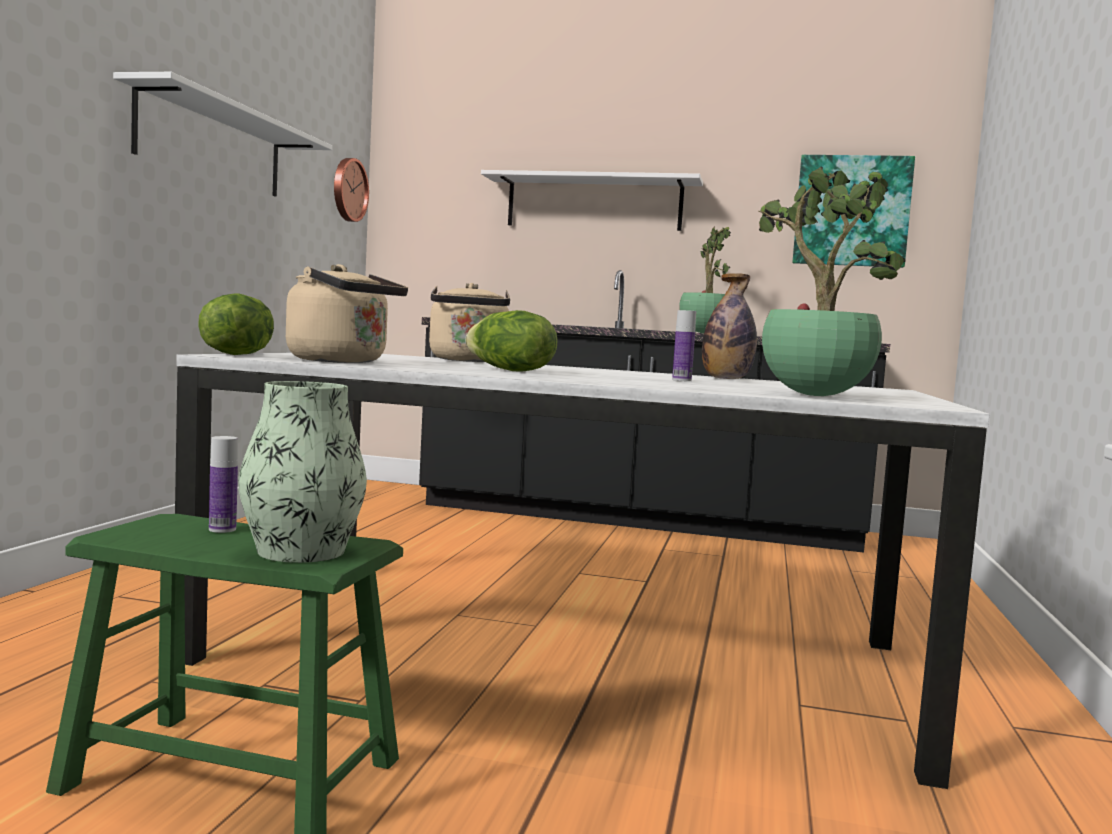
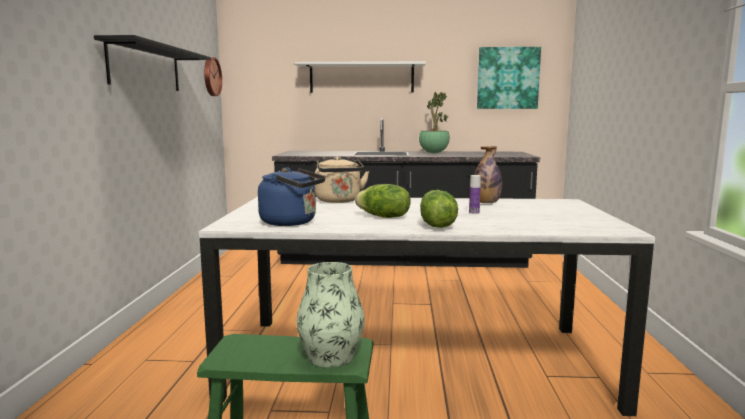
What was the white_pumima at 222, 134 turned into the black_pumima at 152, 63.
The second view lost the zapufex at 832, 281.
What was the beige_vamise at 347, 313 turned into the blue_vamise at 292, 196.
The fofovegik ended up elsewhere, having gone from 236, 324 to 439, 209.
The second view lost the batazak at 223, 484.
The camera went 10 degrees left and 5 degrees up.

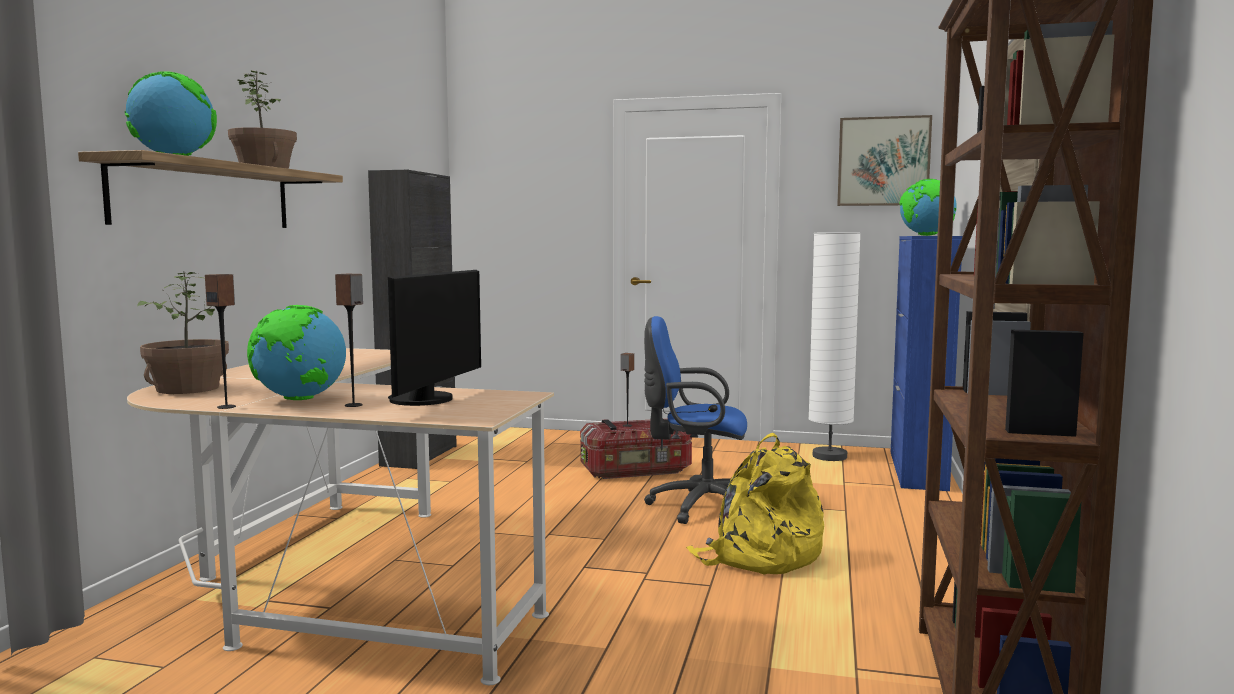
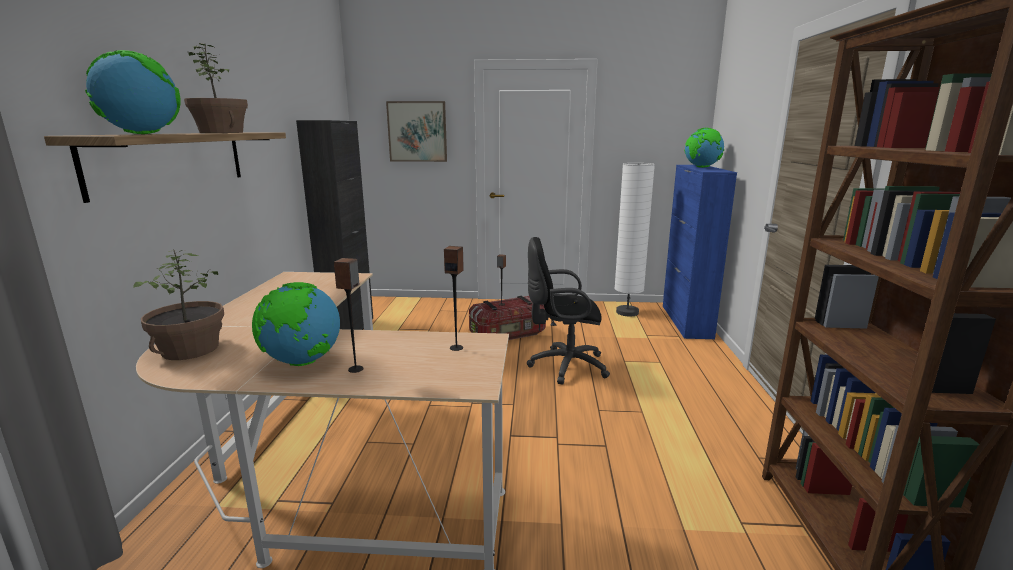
The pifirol ended up elsewhere, having gone from 884, 160 to 416, 131.
The second view lost the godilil at 434, 338.
The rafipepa ended up elsewhere, having gone from 220, 341 to 454, 298.
What was the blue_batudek at 695, 420 turned into the black_batudek at 568, 310.
The second view lost the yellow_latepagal at 755, 504.
The camera went 10 degrees left and 10 degrees up.

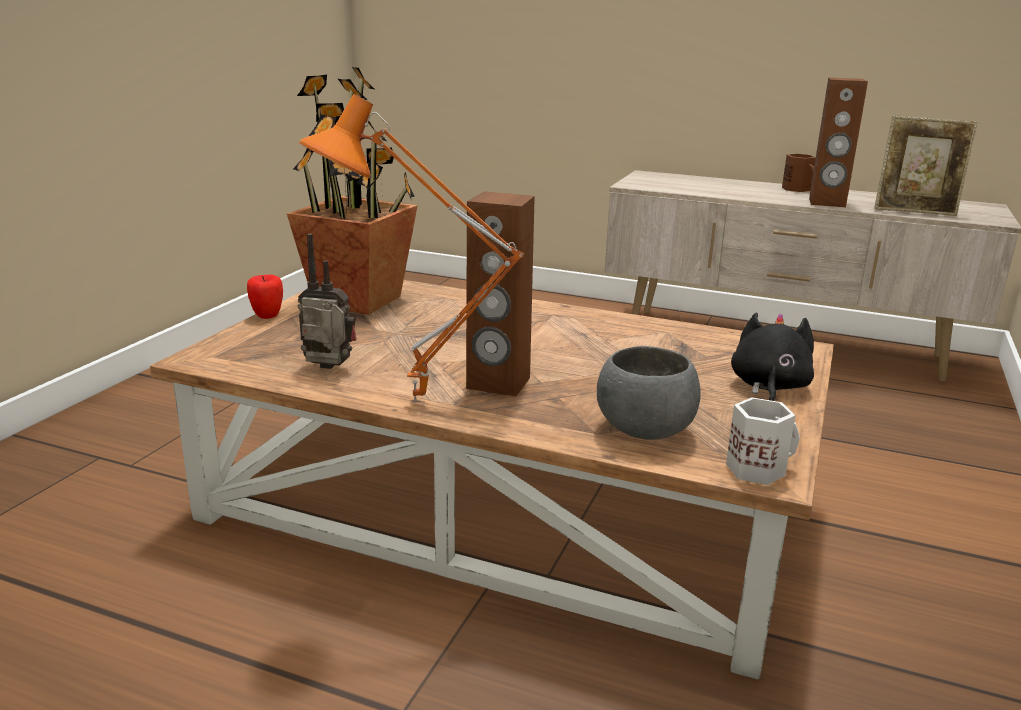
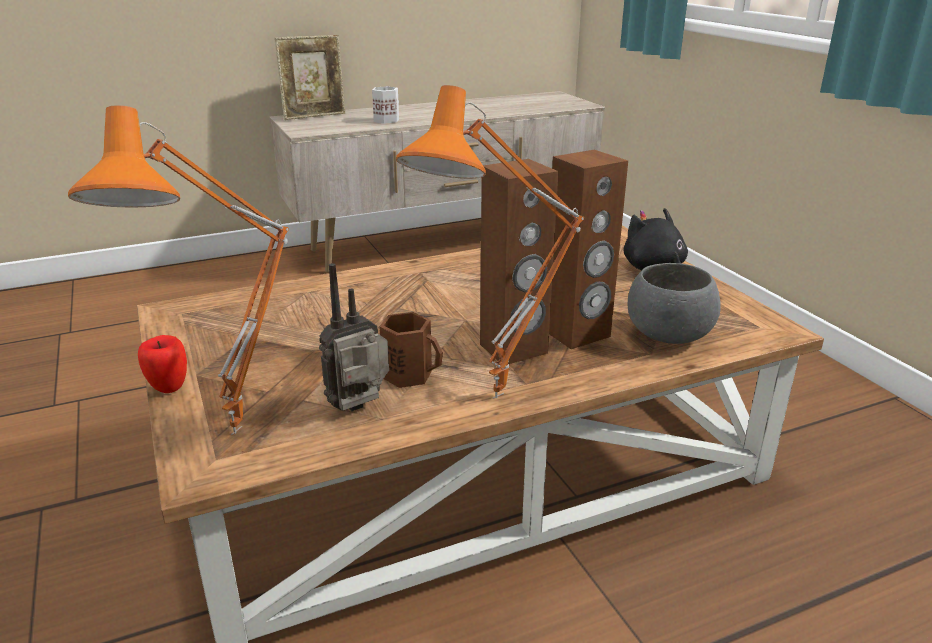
The second view lost the zapufex at 352, 191.
The brown_rafipepa ended up elsewhere, having gone from 838, 142 to 588, 249.
The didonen ended up elsewhere, having gone from 926, 165 to 309, 77.
The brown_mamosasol ended up elsewhere, having gone from 799, 173 to 411, 350.
The white_mamosasol ended up elsewhere, having gone from 763, 441 to 385, 105.
The second view gained the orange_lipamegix at 178, 270.
The camera went 45 degrees left and 5 degrees up.

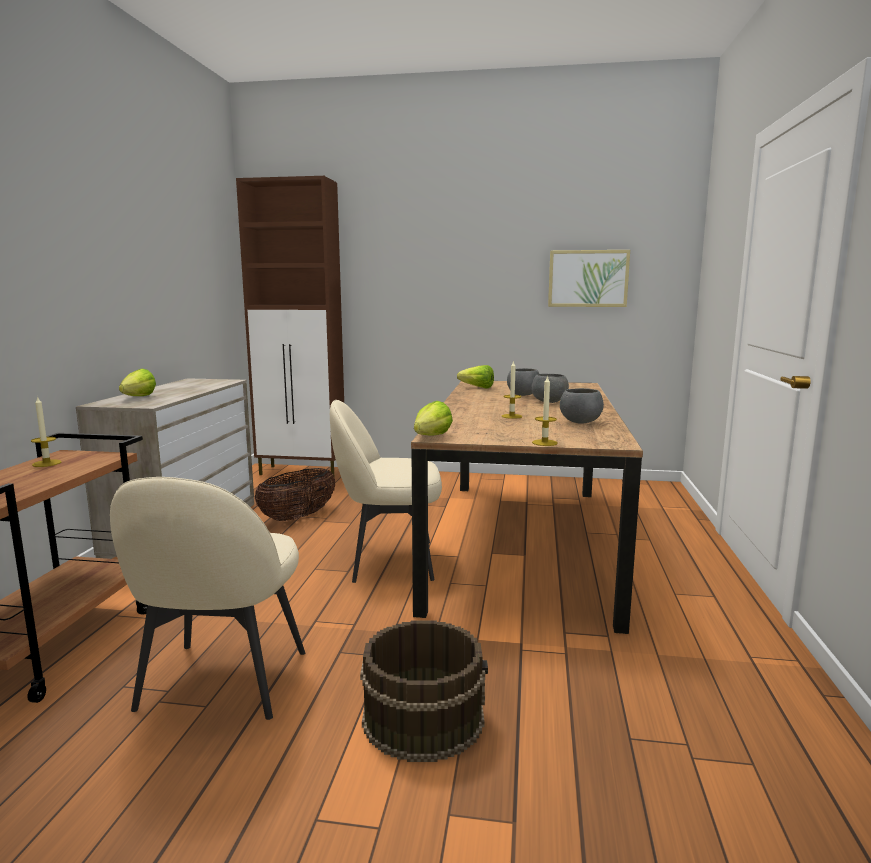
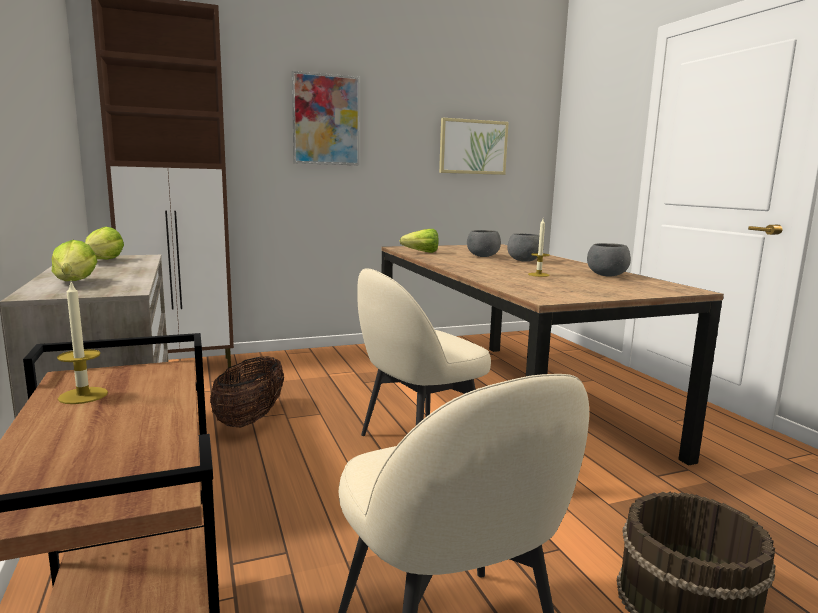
The second view lost the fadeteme at 545, 410.
The fofovegik ended up elsewhere, having gone from 433, 418 to 104, 243.
The second view gained the pifirol at 326, 118.
The camera went 30 degrees left and 0 degrees up.

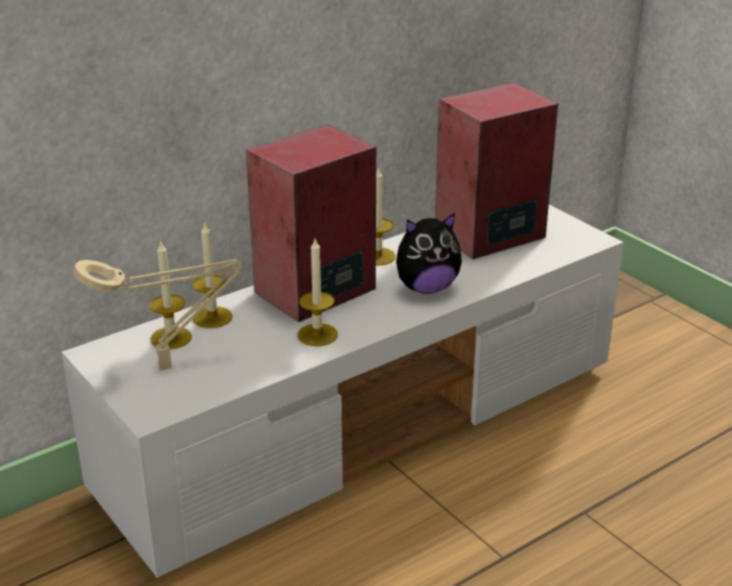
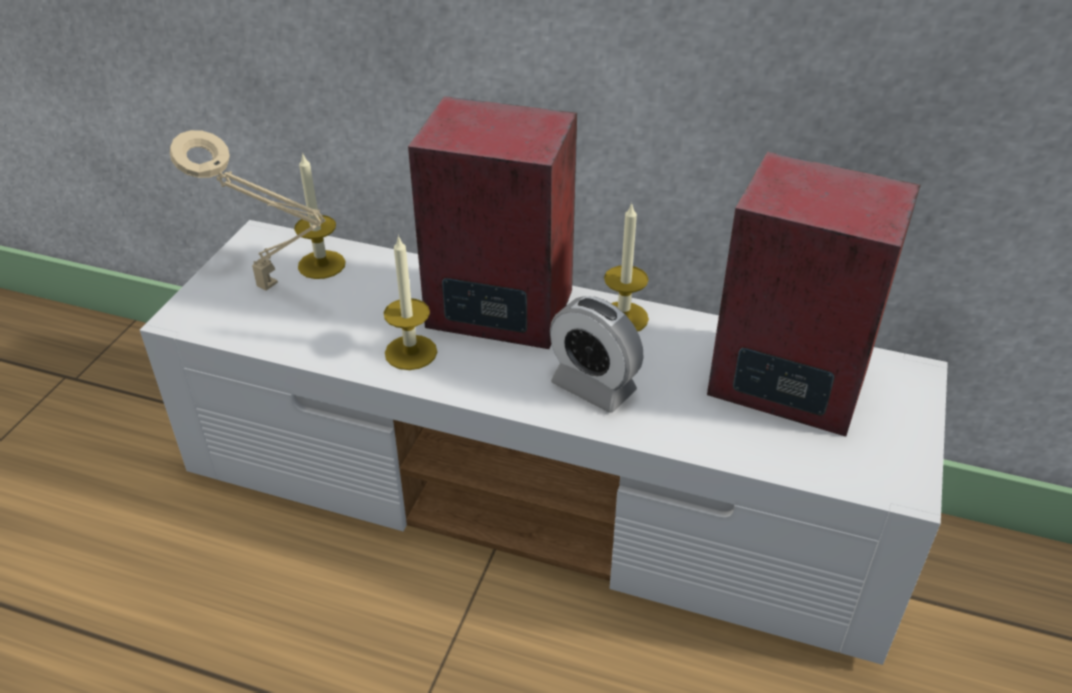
Where the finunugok stood at 429, 253, the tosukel came to stand at 597, 354.
The second view lost the fadeteme at 212, 274.
The camera went 55 degrees right and 10 degrees up.

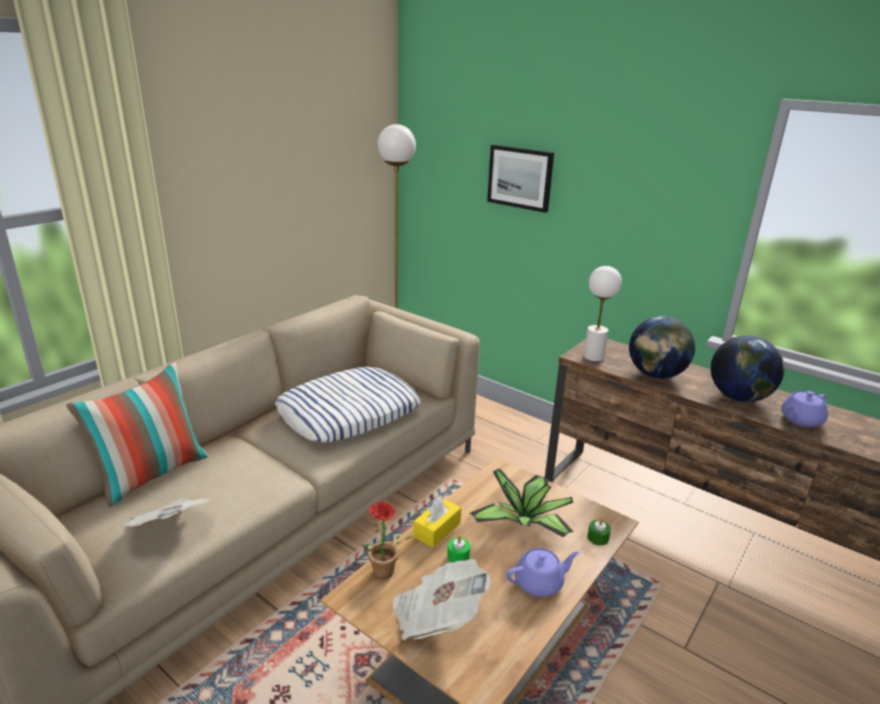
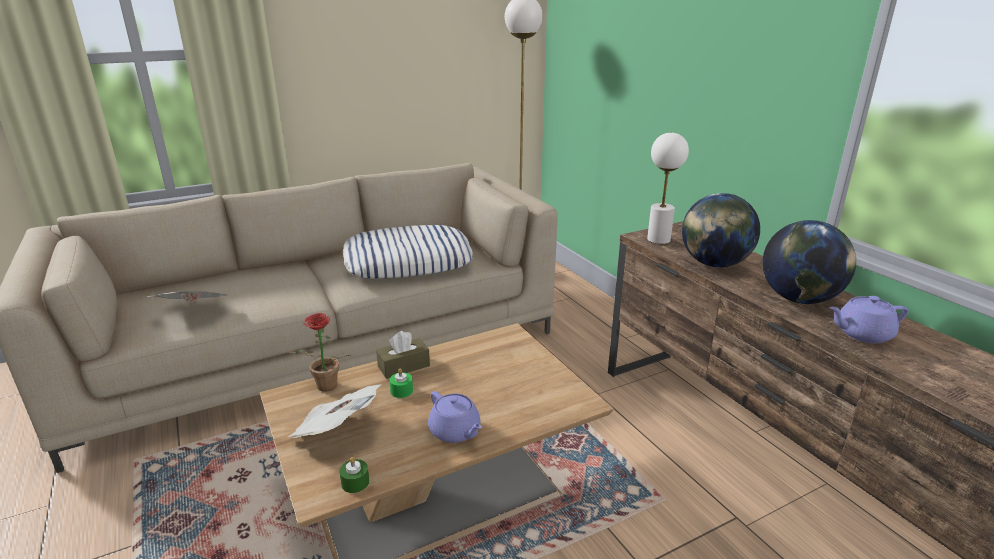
The second view lost the pifirol at 520, 179.
The second view lost the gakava at 137, 434.
The second view lost the zapufex at 522, 503.
What was the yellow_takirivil at 437, 522 turned into the brown_takirivil at 403, 355.
The green_fadeteme ended up elsewhere, having gone from 599, 532 to 354, 475.
The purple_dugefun at 542, 572 ended up facing another way, 45 degrees clockwise from before.
The camera went 25 degrees right and 0 degrees up.

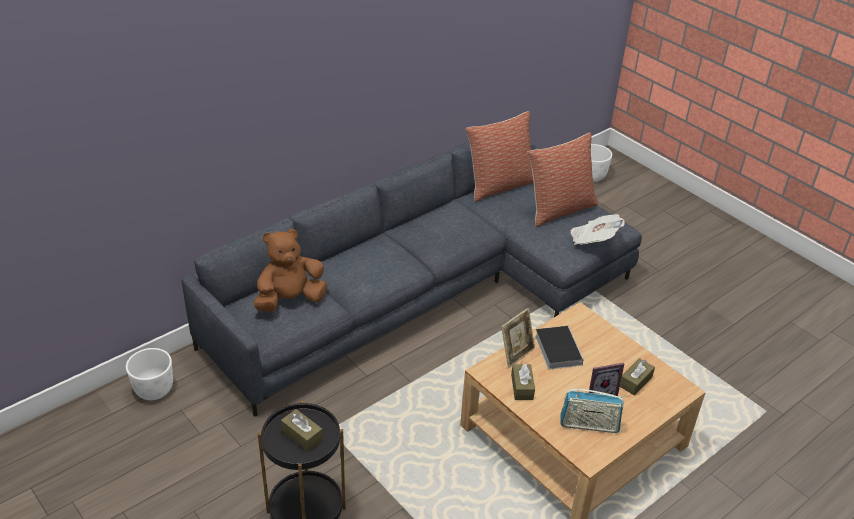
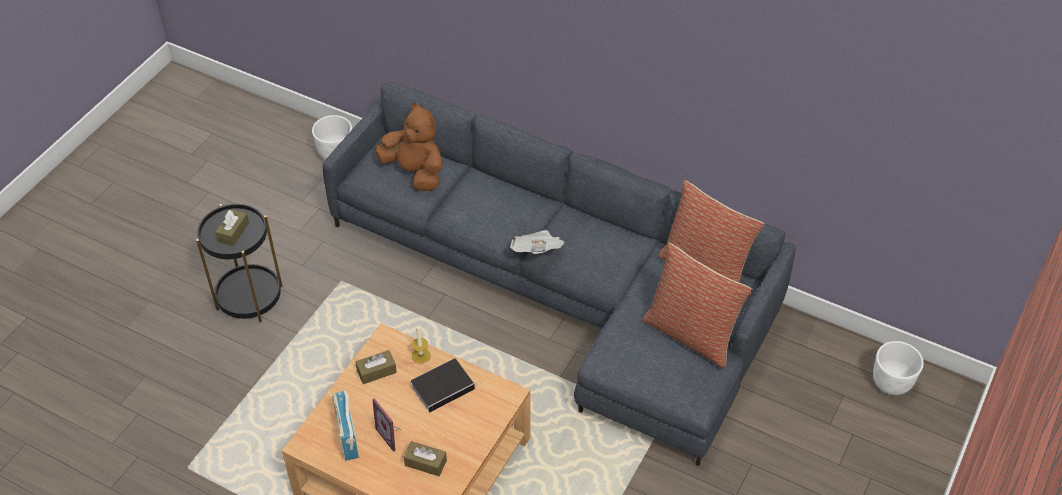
The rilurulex ended up elsewhere, having gone from 598, 229 to 537, 242.
Where the didonen stood at 518, 338, the fadeteme came to stand at 421, 344.
The camera went 70 degrees right and 10 degrees up.

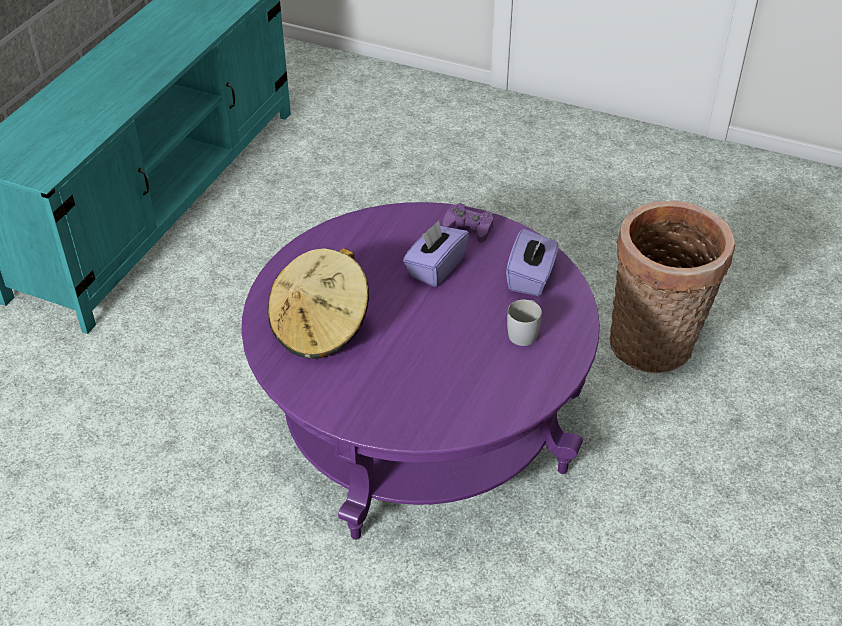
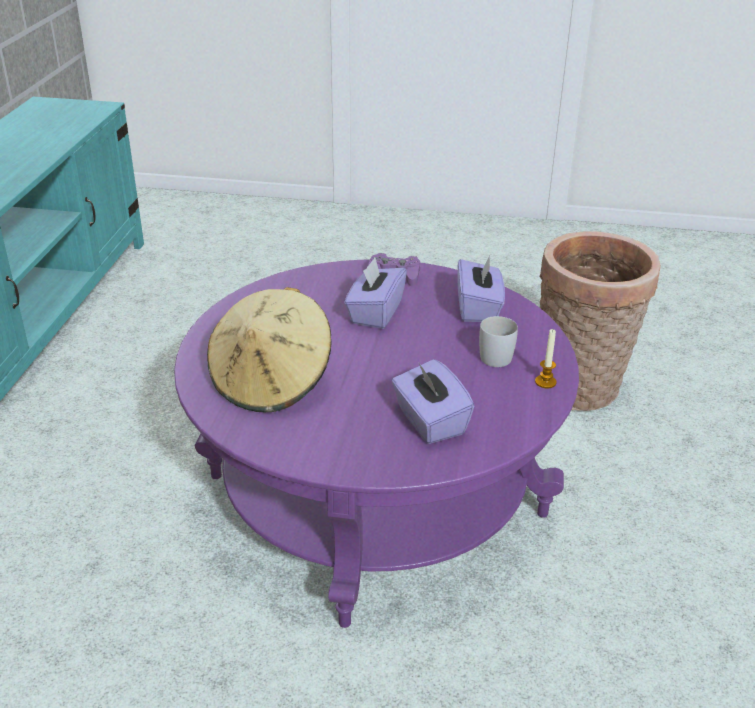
The second view gained the fadeteme at 546, 358.
The second view gained the purple_takirivil at 433, 401.
The camera went 15 degrees left and 10 degrees down.

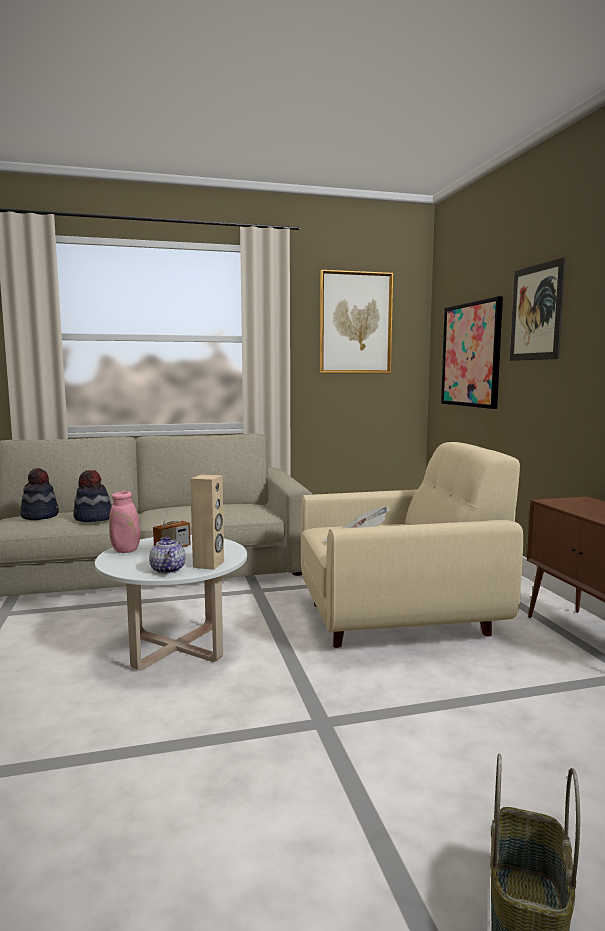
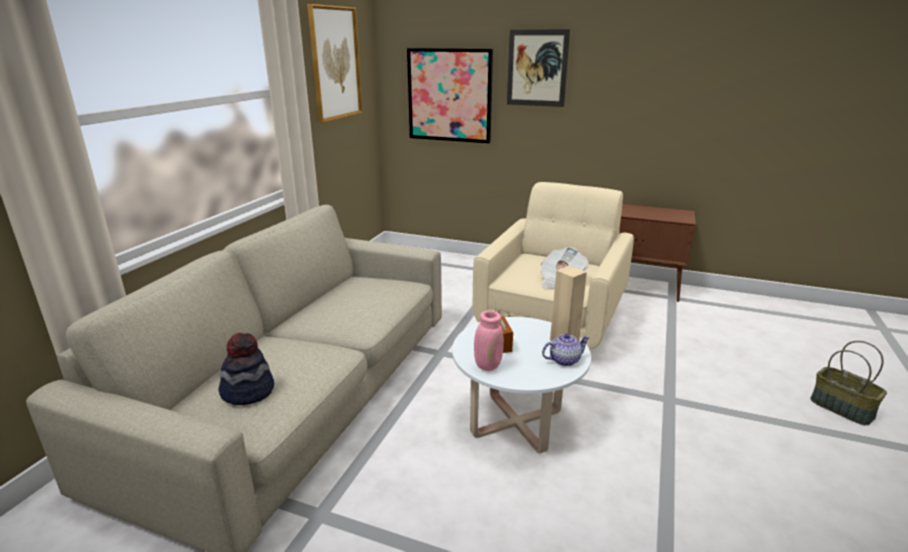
The second view lost the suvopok at 92, 496.
The dugefun at 167, 555 ended up facing another way, 150 degrees clockwise from before.
The camera went 55 degrees left and 15 degrees up.

